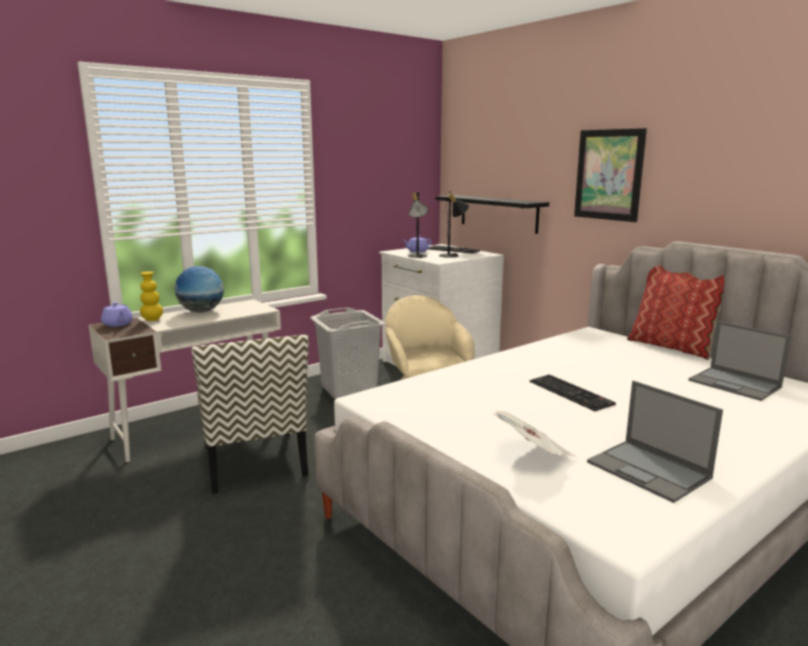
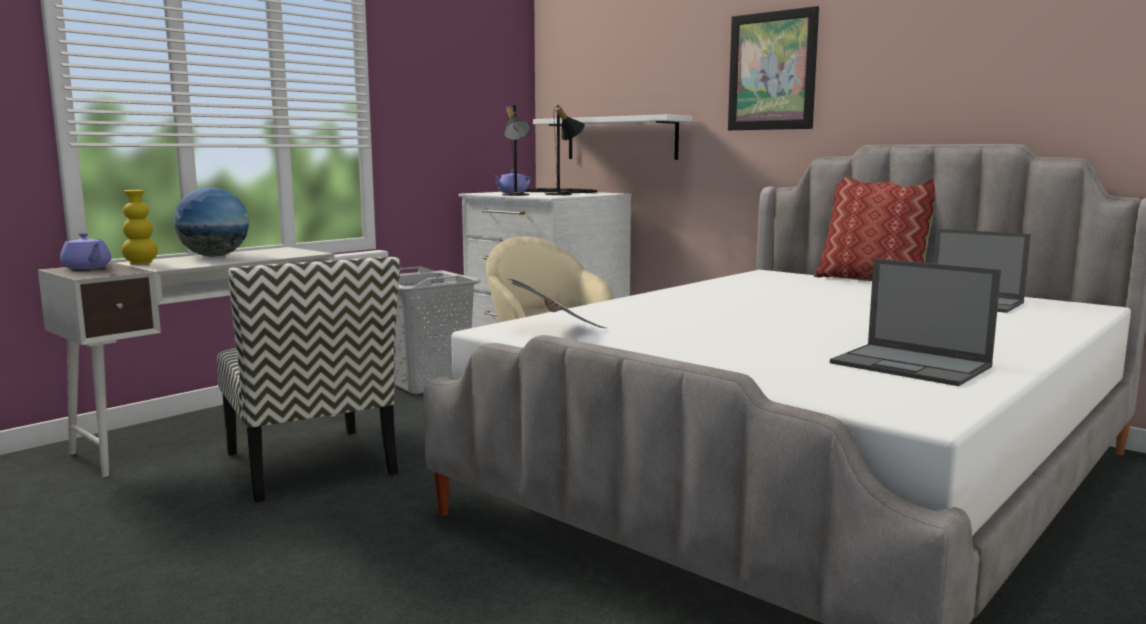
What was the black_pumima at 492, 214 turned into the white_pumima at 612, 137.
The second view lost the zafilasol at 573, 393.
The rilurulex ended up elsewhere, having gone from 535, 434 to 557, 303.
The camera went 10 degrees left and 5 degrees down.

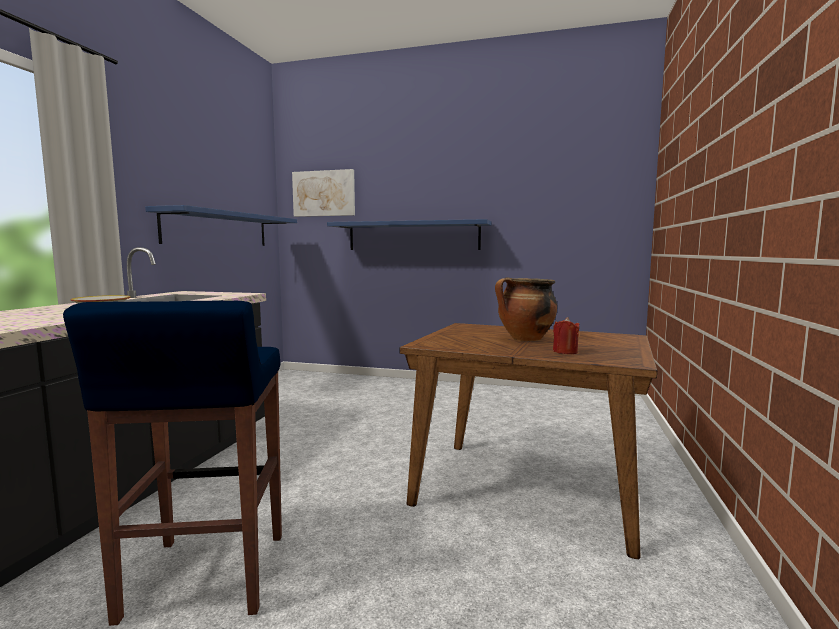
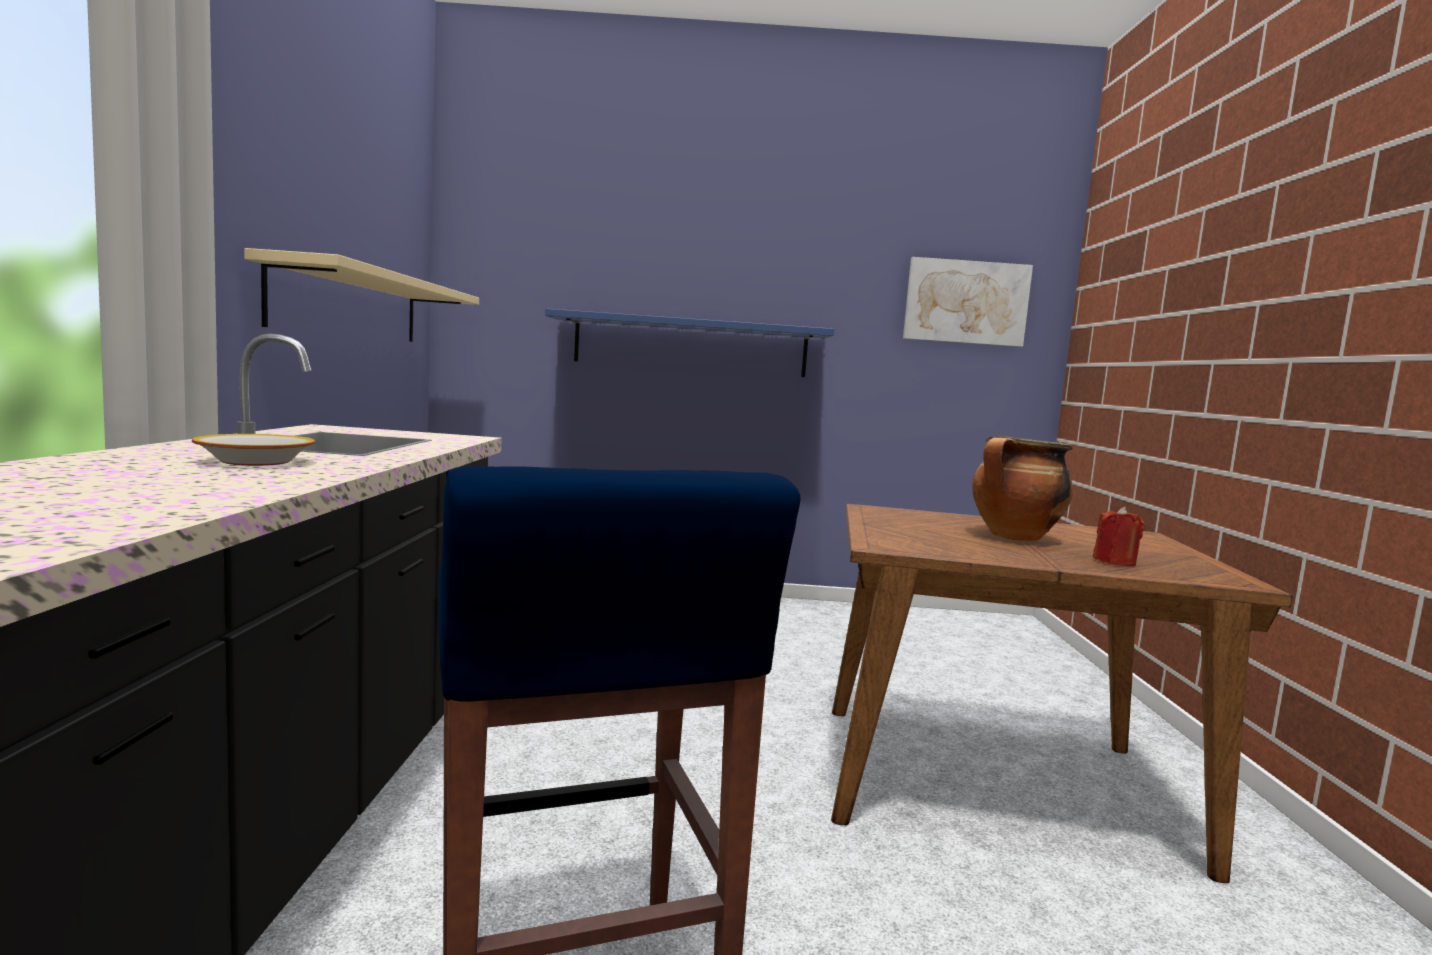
The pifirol ended up elsewhere, having gone from 323, 193 to 968, 302.
What was the blue_pumima at 221, 225 turned into the beige_pumima at 361, 295.
The camera went 15 degrees left and 0 degrees up.

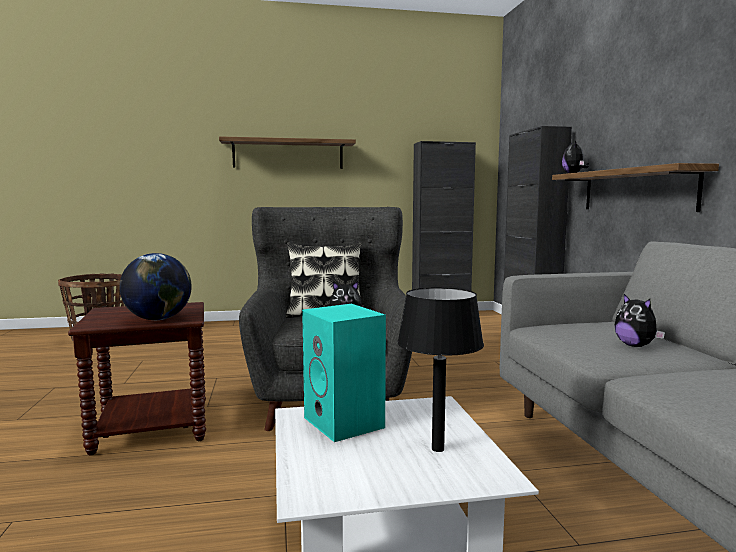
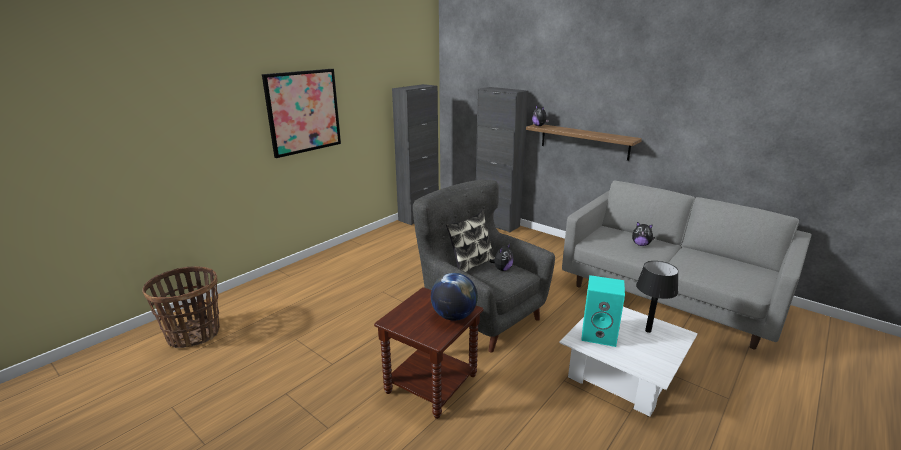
Where the pumima hung at 287, 152, the pifirol came to hang at 301, 113.
The camera went 40 degrees left and 15 degrees up.

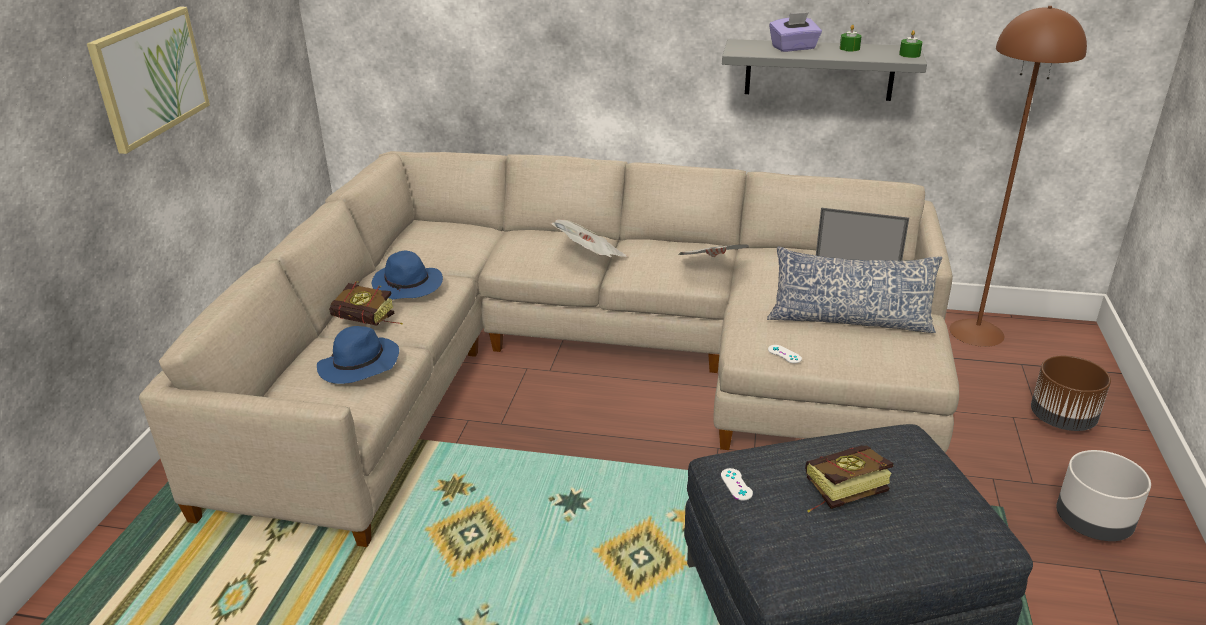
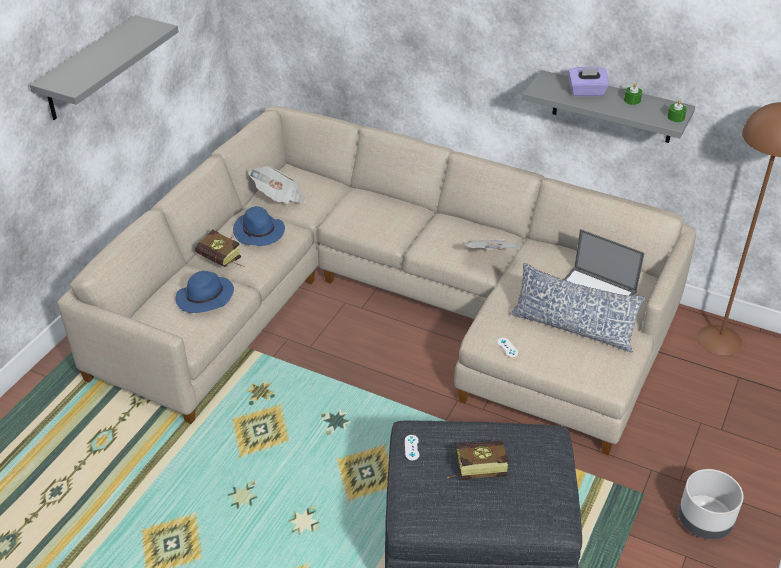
Where the pifirol hung at 148, 80, the grey_pumima came to hang at 104, 67.
The rilurulex ended up elsewhere, having gone from 589, 238 to 277, 185.
The second view lost the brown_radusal at 1071, 393.
The camera went 15 degrees right and 10 degrees up.

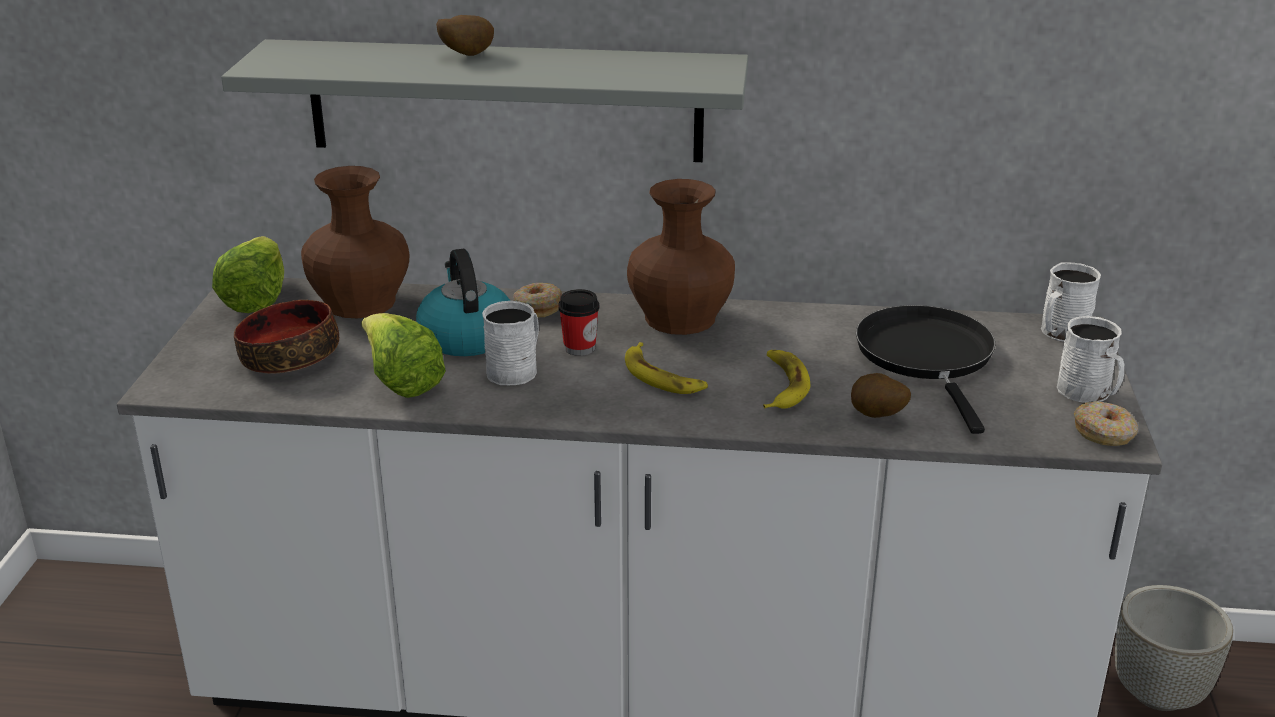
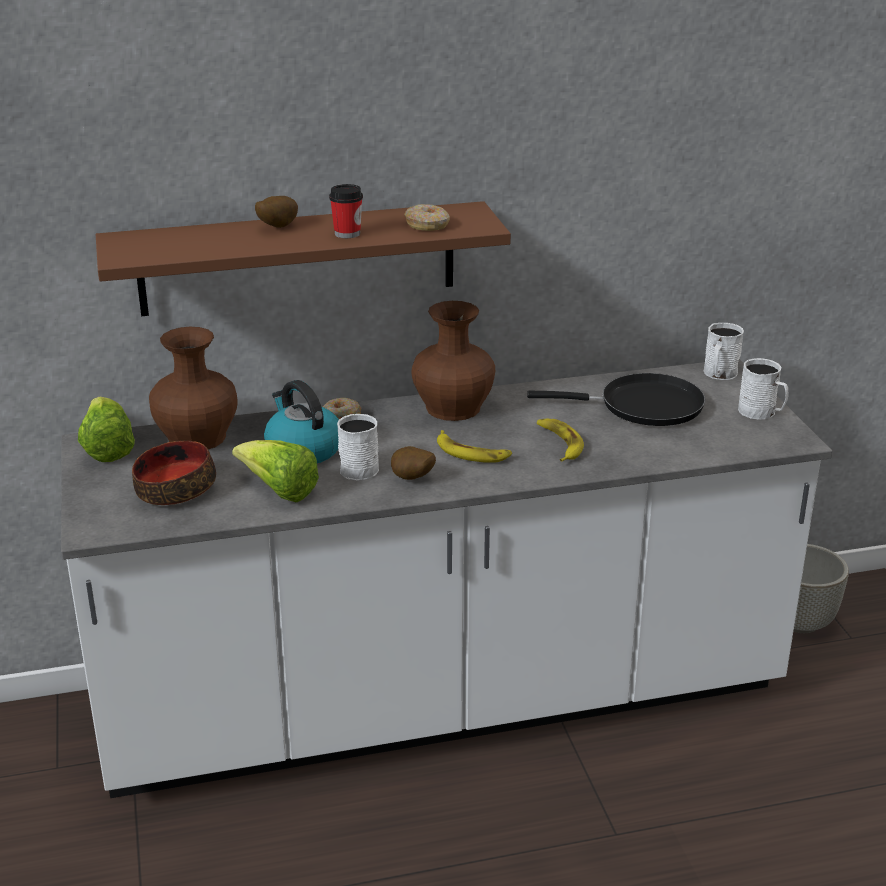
What was the grey_pumima at 484, 100 turned into the brown_pumima at 303, 258.
The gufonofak ended up elsewhere, having gone from 578, 322 to 346, 211.
The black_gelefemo at 926, 369 ended up facing another way, 120 degrees clockwise from before.
The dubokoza ended up elsewhere, having gone from 881, 395 to 413, 463.
The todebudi ended up elsewhere, having gone from 1106, 423 to 427, 217.
The camera went 20 degrees left and 0 degrees up.

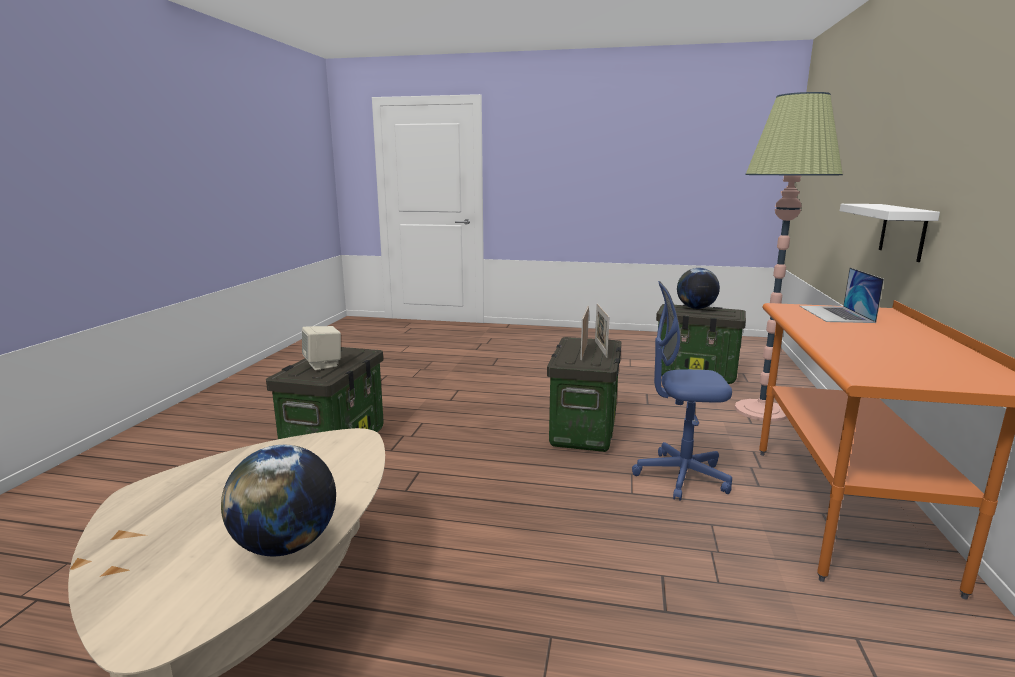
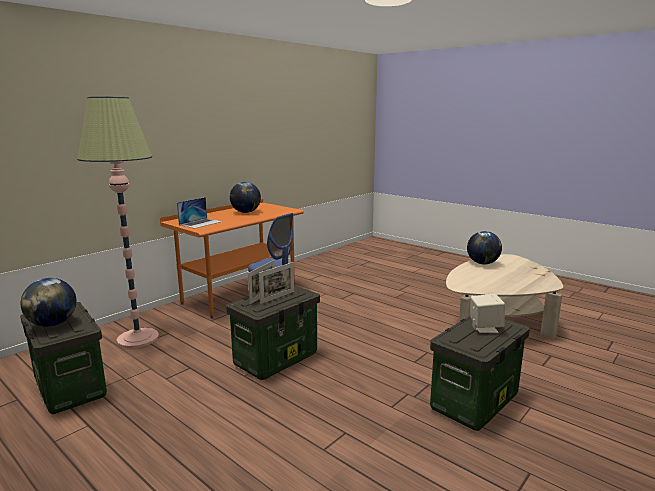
The second view lost the white_pumima at 890, 233.
The second view gained the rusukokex at 245, 197.
The camera went 150 degrees left and 0 degrees up.

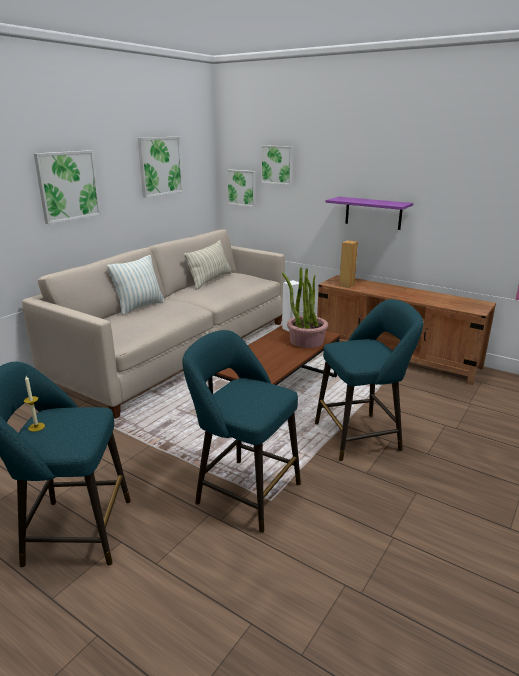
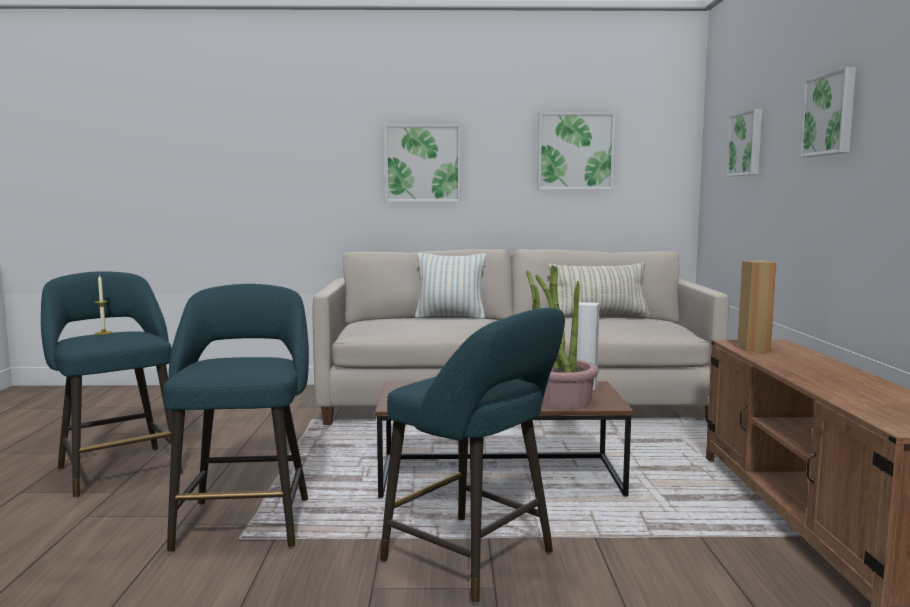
The pifirol ended up elsewhere, having gone from 241, 188 to 828, 112.
The second view lost the purple_pumima at 369, 213.
The camera went 55 degrees right and 15 degrees down.

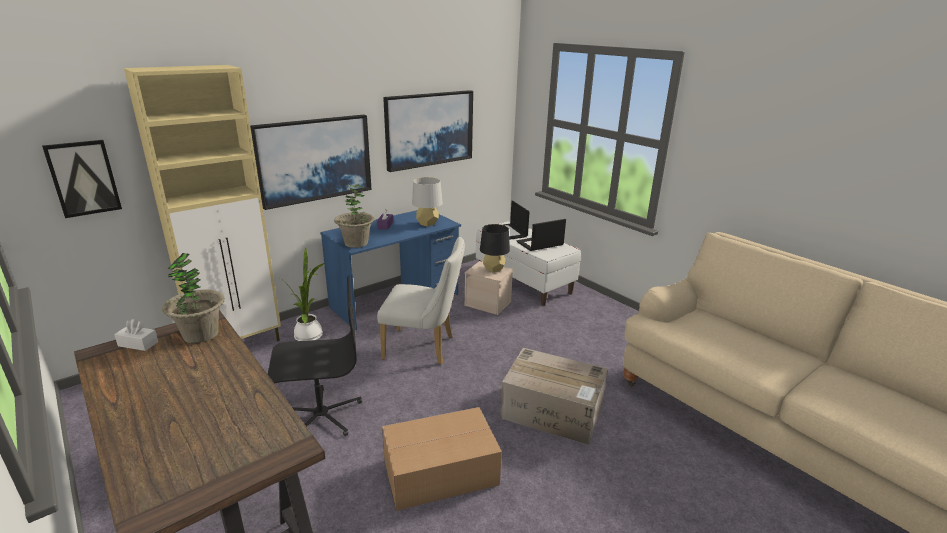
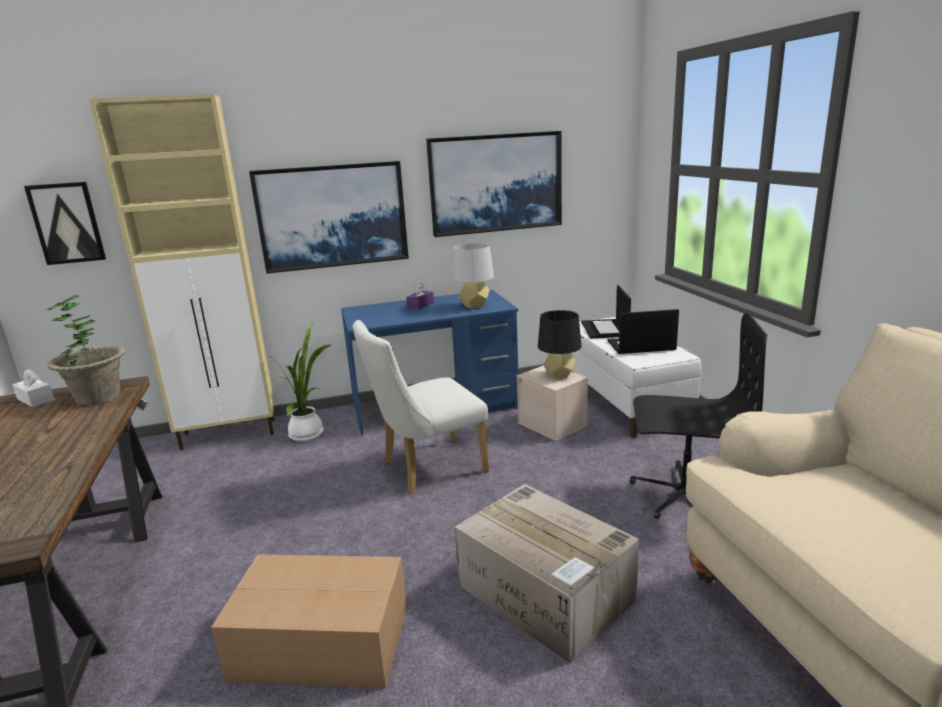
The second view lost the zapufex at 354, 216.
The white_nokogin at 421, 300 ended up facing another way, 120 degrees clockwise from before.
The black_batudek ended up elsewhere, having gone from 315, 356 to 698, 416.
The camera went 25 degrees right and 5 degrees down.

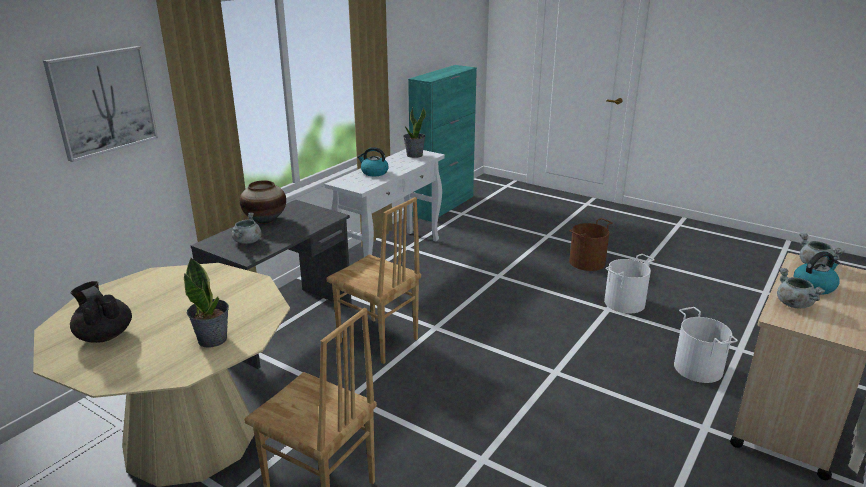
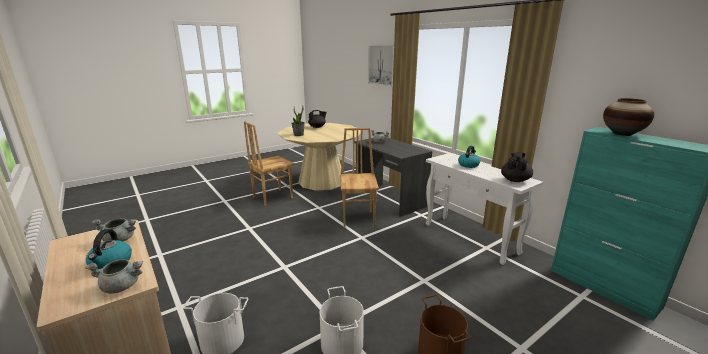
Where the zapufex stood at 414, 132, the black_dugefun came to stand at 517, 167.
The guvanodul ended up elsewhere, having gone from 263, 202 to 628, 117.
The brown_nokogin at 373, 280 ended up facing another way, 120 degrees clockwise from before.
The camera went 110 degrees right and 5 degrees down.

